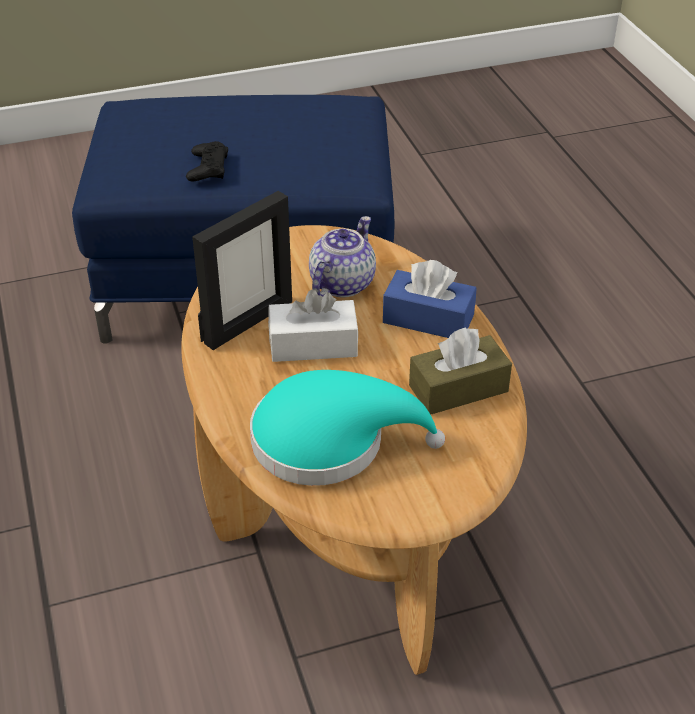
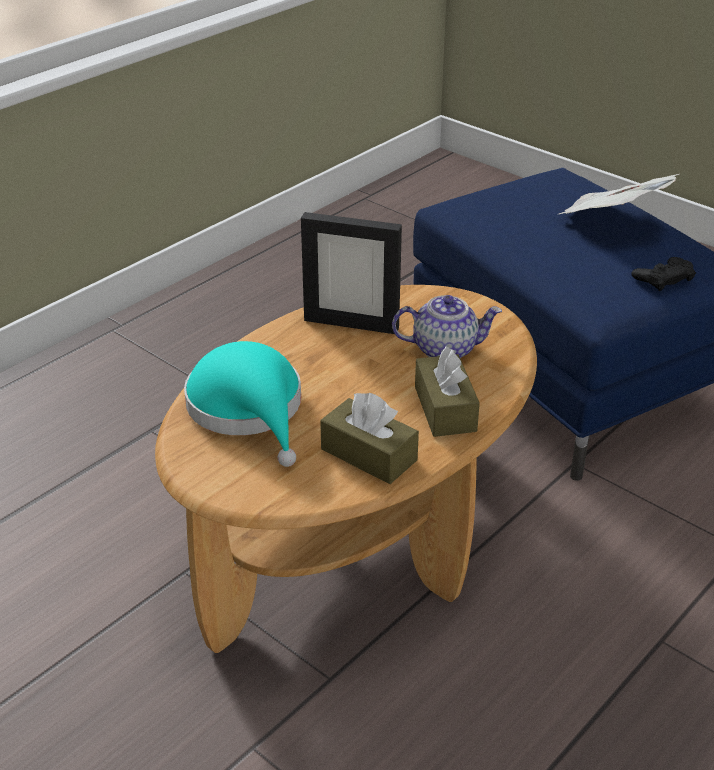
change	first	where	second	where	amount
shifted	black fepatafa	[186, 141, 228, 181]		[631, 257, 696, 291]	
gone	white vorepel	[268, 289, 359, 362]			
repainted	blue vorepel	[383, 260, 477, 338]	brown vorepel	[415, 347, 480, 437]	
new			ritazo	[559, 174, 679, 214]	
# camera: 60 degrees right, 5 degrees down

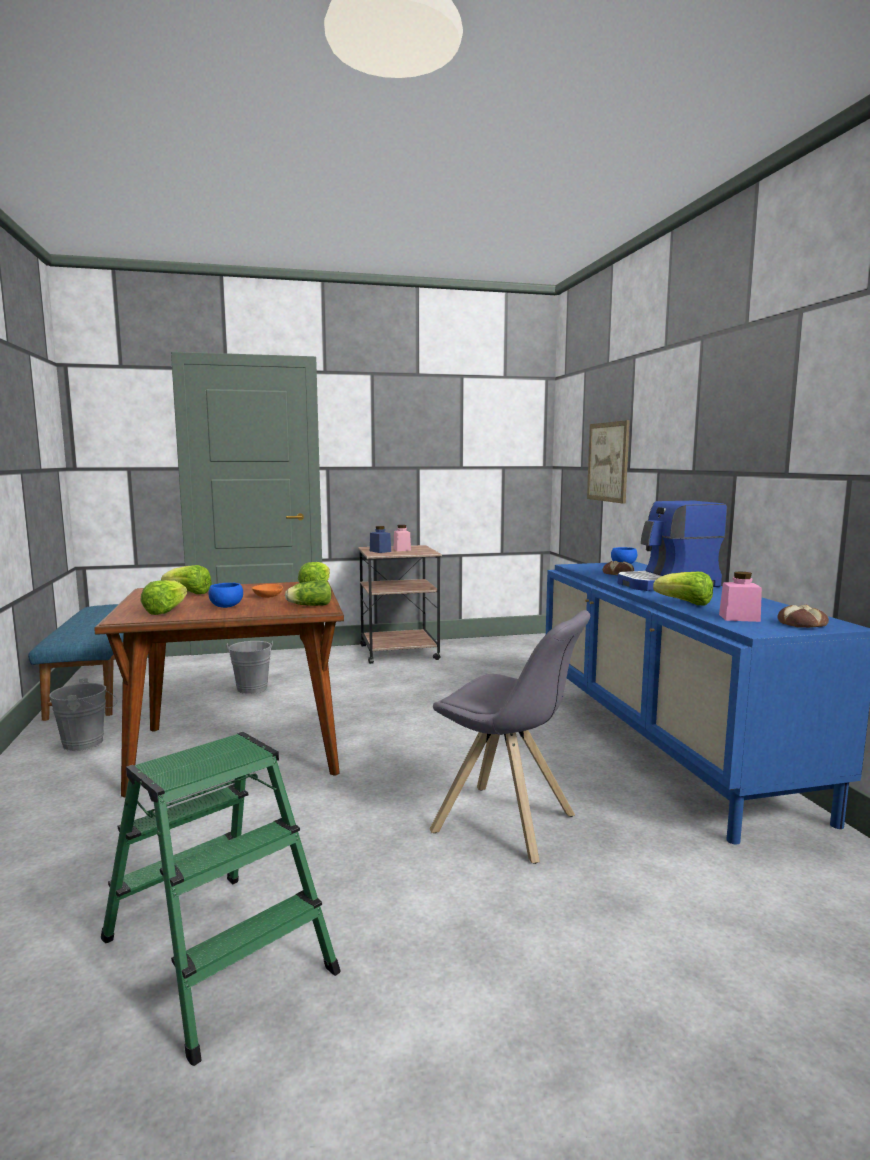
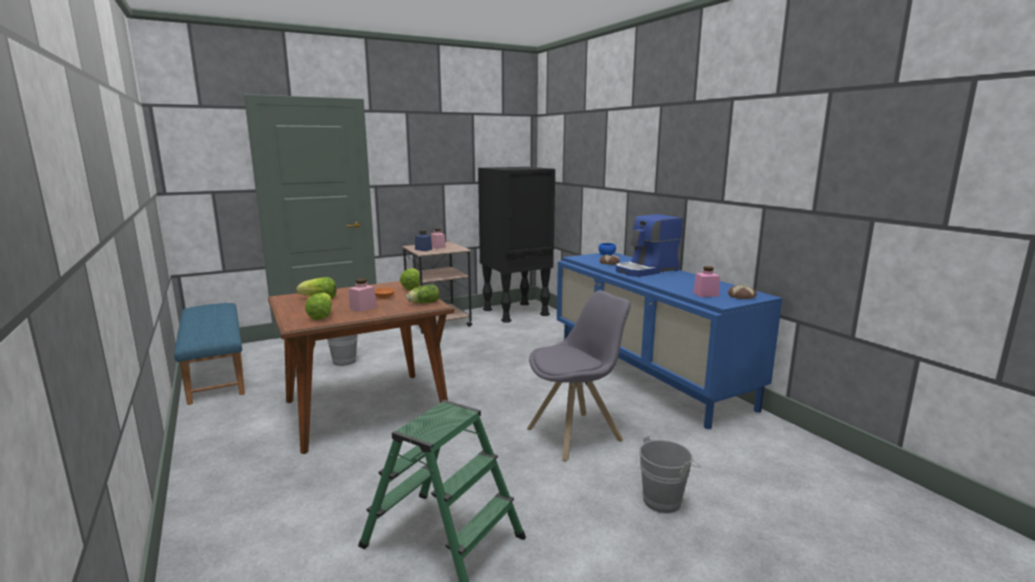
change	first	where	second	where	amount
shifted	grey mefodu	[49, 678, 117, 751]		[639, 436, 701, 514]	
swapped	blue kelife	[208, 583, 243, 608]	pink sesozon	[349, 279, 377, 312]	
rotated	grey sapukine	[430, 610, 590, 864]		[527, 290, 631, 461]	45 degrees counterclockwise
gone	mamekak	[587, 420, 630, 504]			
gone	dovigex	[653, 572, 713, 606]			
new			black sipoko	[478, 167, 555, 323]	
# camera: 15 degrees left, 5 degrees up

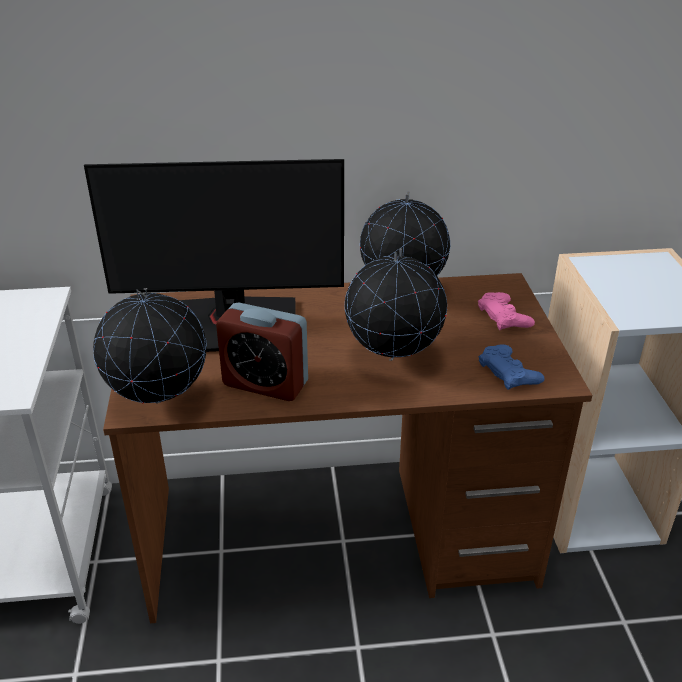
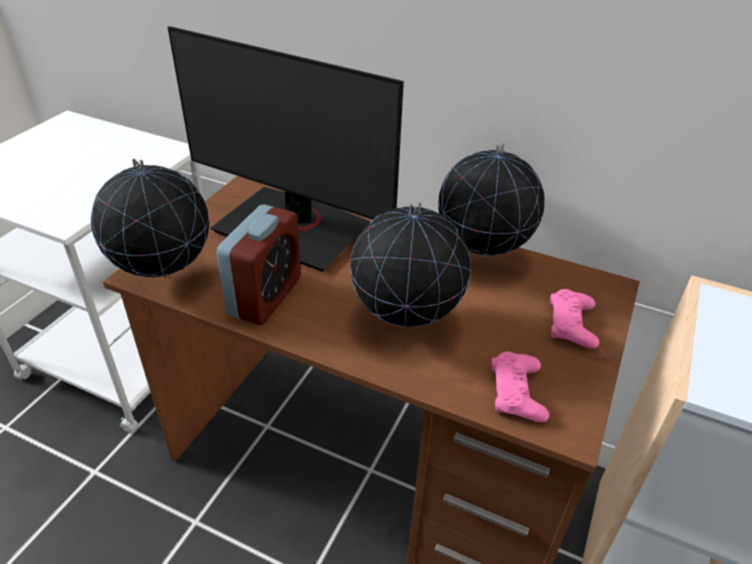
change	first	where	second	where	amount
rotated	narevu	[216, 302, 308, 401]		[216, 204, 301, 325]	120 degrees counterclockwise
repainted	blue fepatafa	[478, 345, 545, 390]	pink fepatafa	[491, 352, 550, 422]	
# camera: 30 degrees right, 5 degrees up

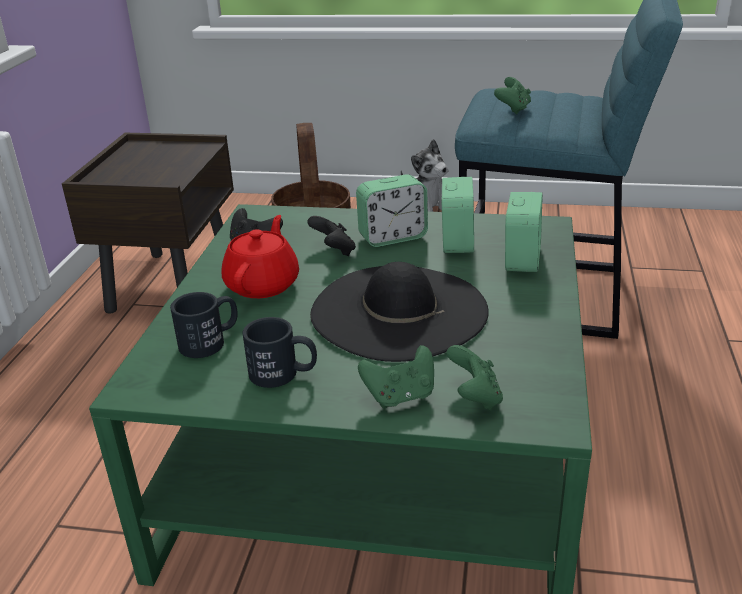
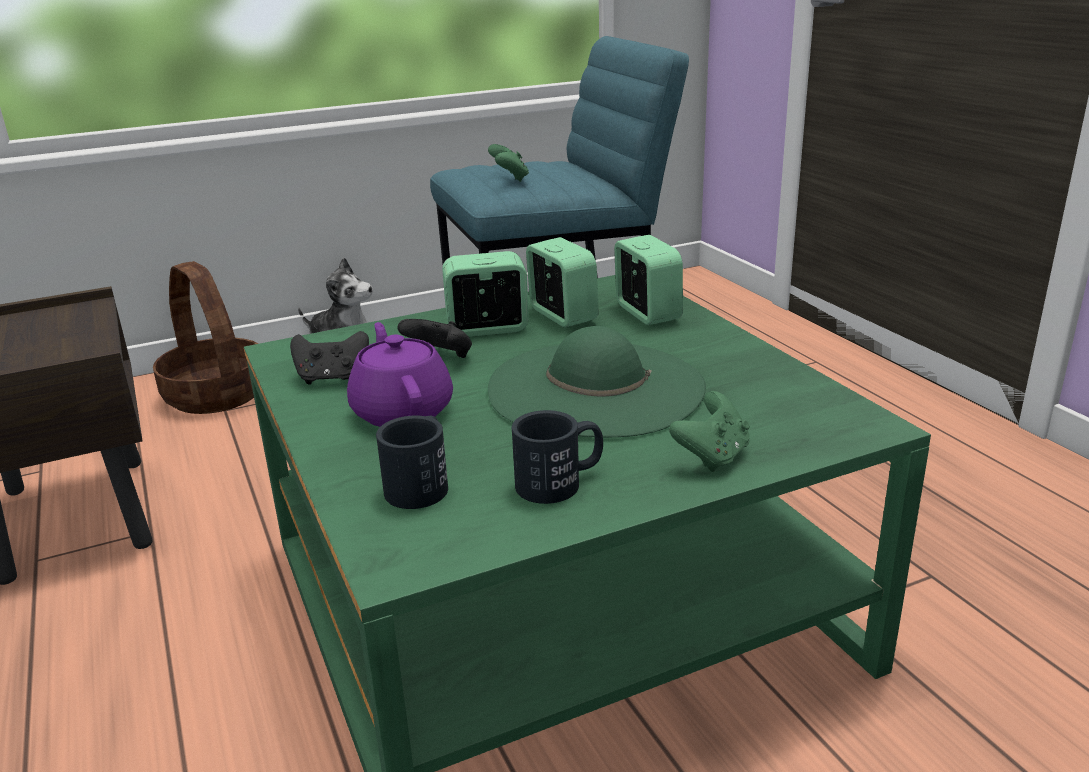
change	first	where	second	where	amount
repainted	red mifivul	[222, 215, 299, 298]	purple mifivul	[347, 322, 453, 427]	
repainted	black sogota	[310, 262, 489, 362]	green sogota	[488, 326, 706, 437]	
rotated	narevu	[356, 174, 428, 247]		[442, 251, 529, 337]	135 degrees counterclockwise
gone	green fepatafa	[447, 345, 503, 410]			
# camera: 35 degrees left, 5 degrees down

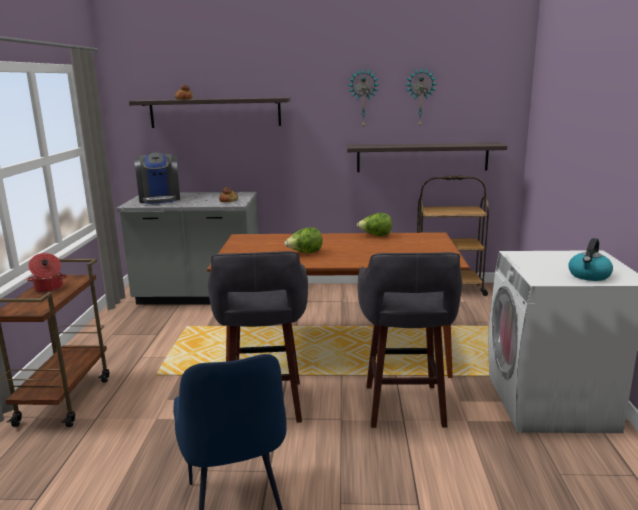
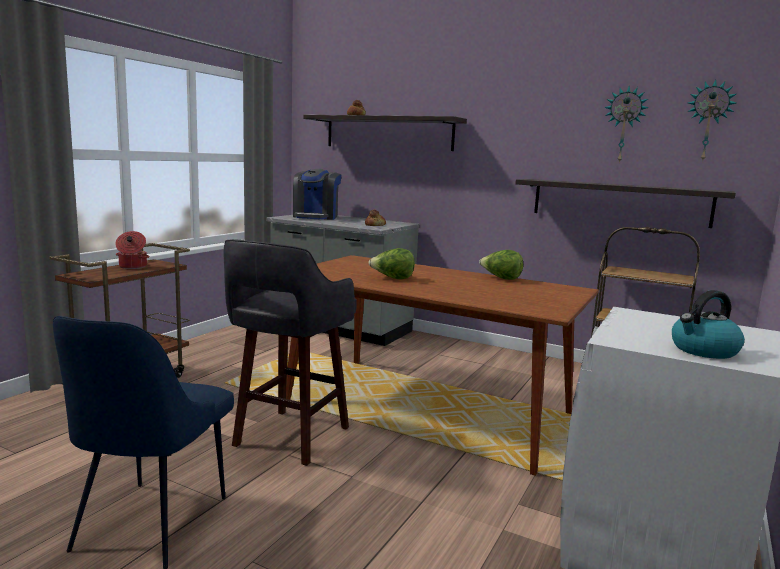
change	first	where	second	where	amount
shifted	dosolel	[347, 69, 379, 128]		[688, 80, 736, 162]	
gone	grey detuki	[358, 252, 462, 428]			
# camera: 25 degrees right, 5 degrees down

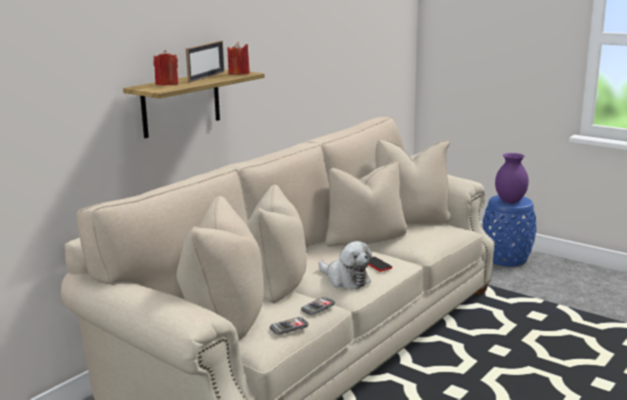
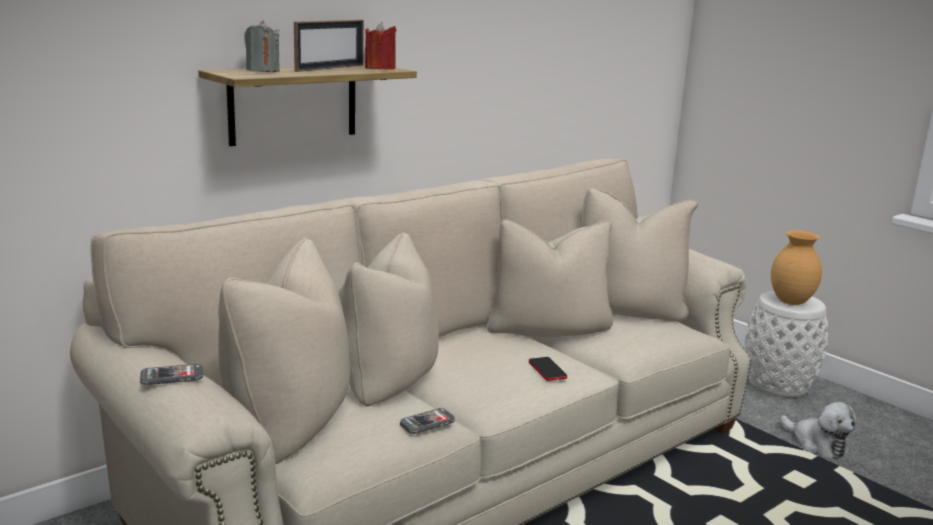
change	first	where	second	where	amount
repainted	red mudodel	[154, 50, 178, 86]	grey mudodel	[244, 20, 280, 72]	
shifted	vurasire	[270, 317, 309, 335]		[140, 364, 203, 385]	
shifted	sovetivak	[318, 241, 372, 289]		[780, 402, 857, 459]	
repainted	blue detuki	[482, 195, 536, 266]	white detuki	[745, 291, 828, 397]	
repainted	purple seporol	[495, 153, 529, 203]	brown seporol	[771, 230, 822, 305]	
# camera: 10 degrees right, 0 degrees up

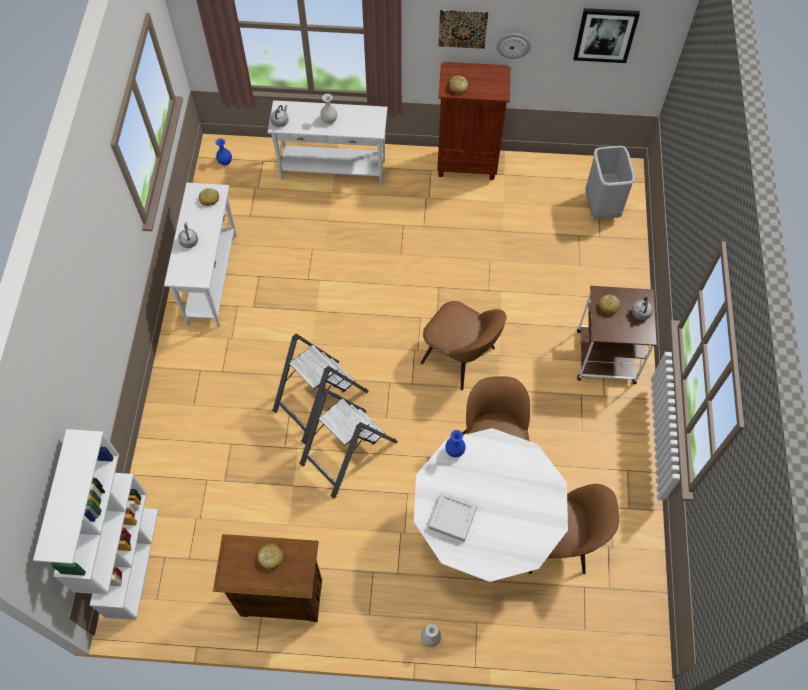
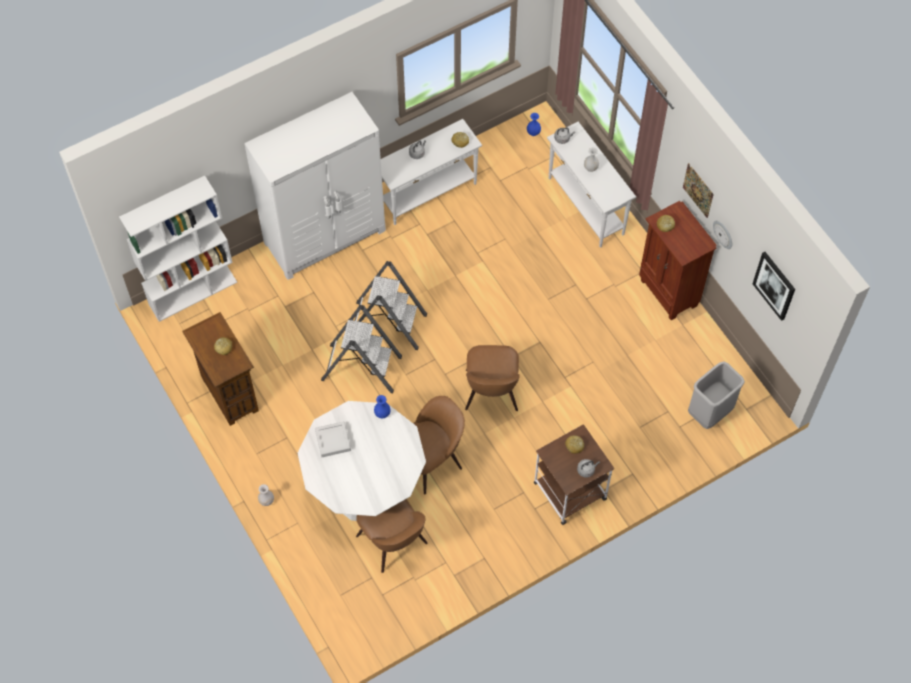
change	first	where	second	where	amount
new			white sipoko	[244, 92, 386, 280]	
# camera: 55 degrees right, 0 degrees up

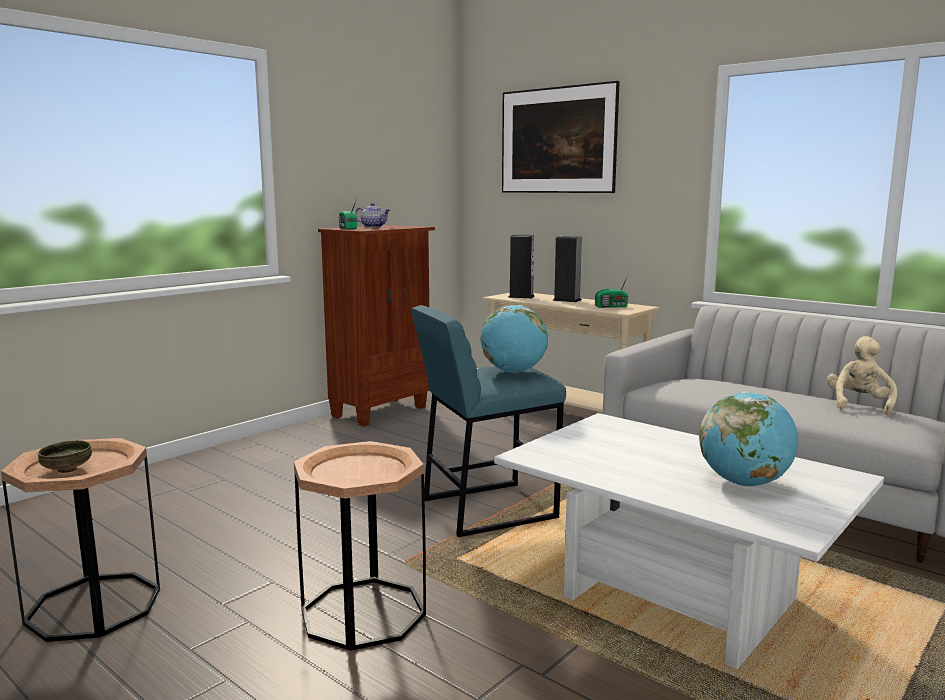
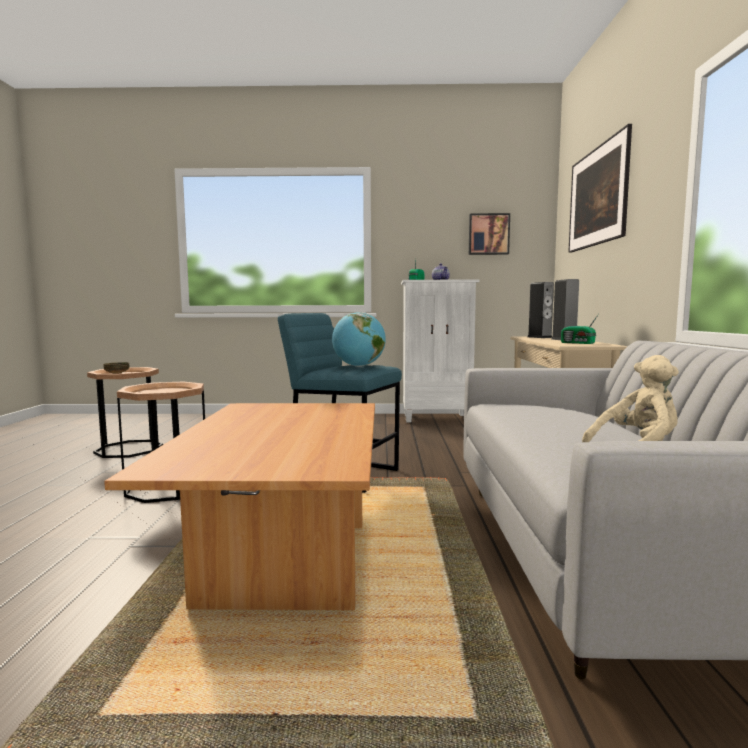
change	first	where	second	where	amount
repainted	brown sipoko	[318, 225, 435, 426]	white sipoko	[401, 279, 480, 423]	
repainted	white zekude	[494, 413, 884, 669]	brown zekude	[104, 403, 375, 610]	
gone	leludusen	[699, 392, 798, 487]			
new			mamekak	[469, 213, 510, 255]	
# camera: 50 degrees right, 5 degrees down

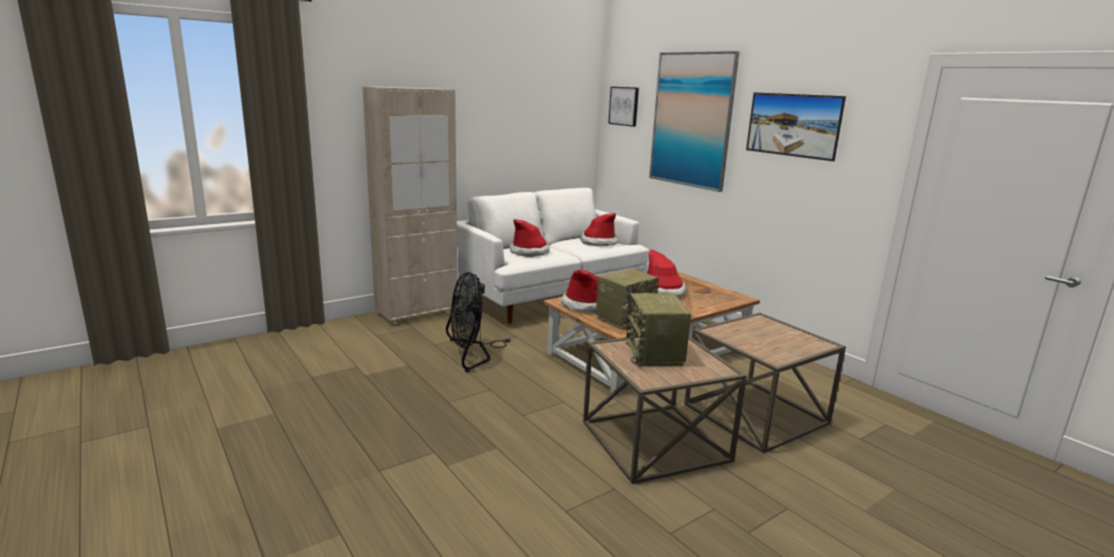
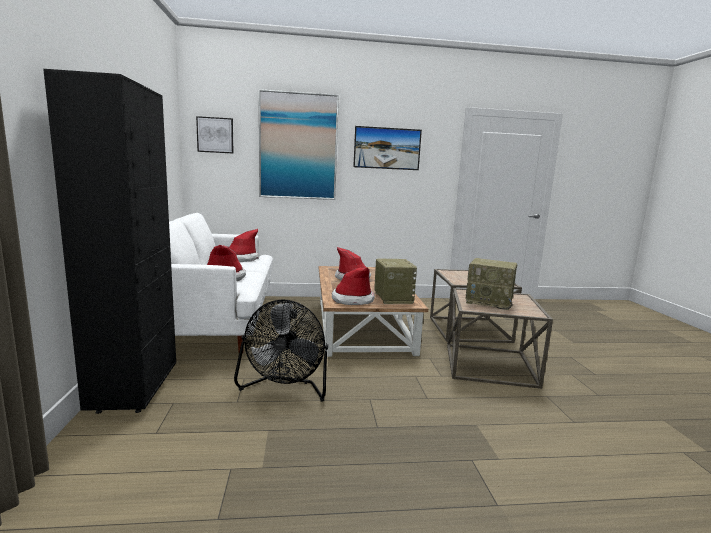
change	first	where	second	where	amount
repainted	beige sipoko	[362, 86, 458, 324]	black sipoko	[43, 69, 176, 414]	
# camera: 60 degrees left, 5 degrees down

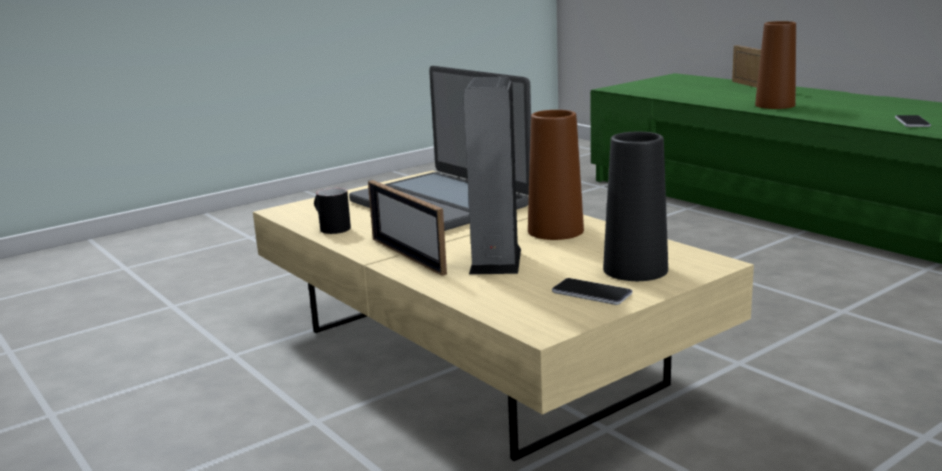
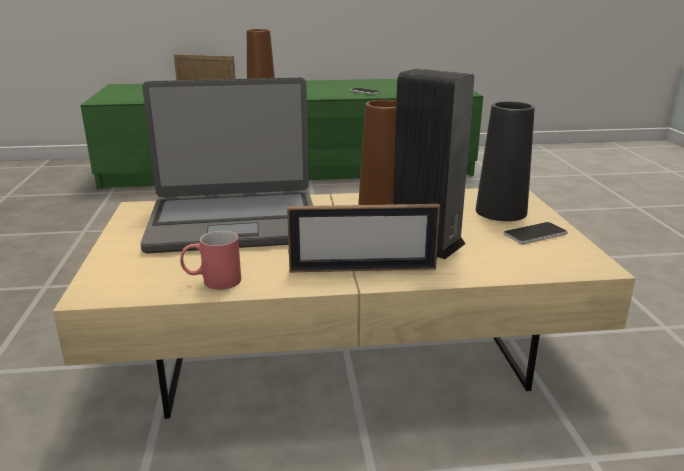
change	first	where	second	where	amount
repainted	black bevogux	[314, 188, 351, 234]	red bevogux	[180, 231, 241, 290]	
# camera: 60 degrees left, 5 degrees up

